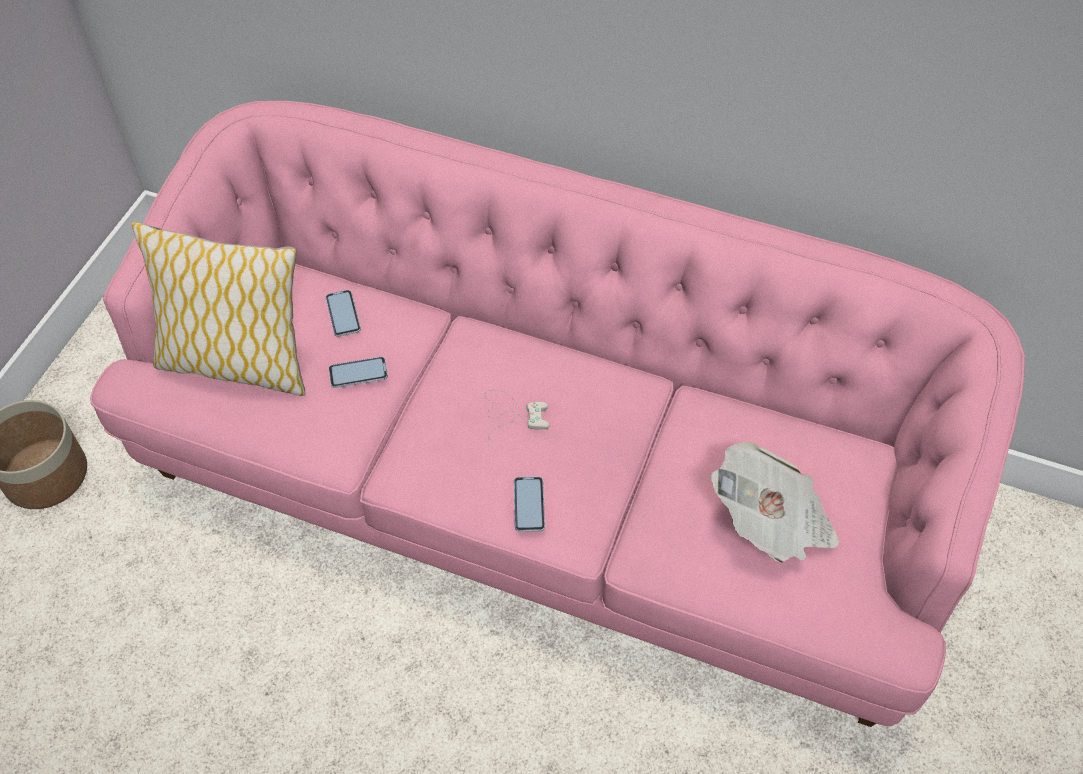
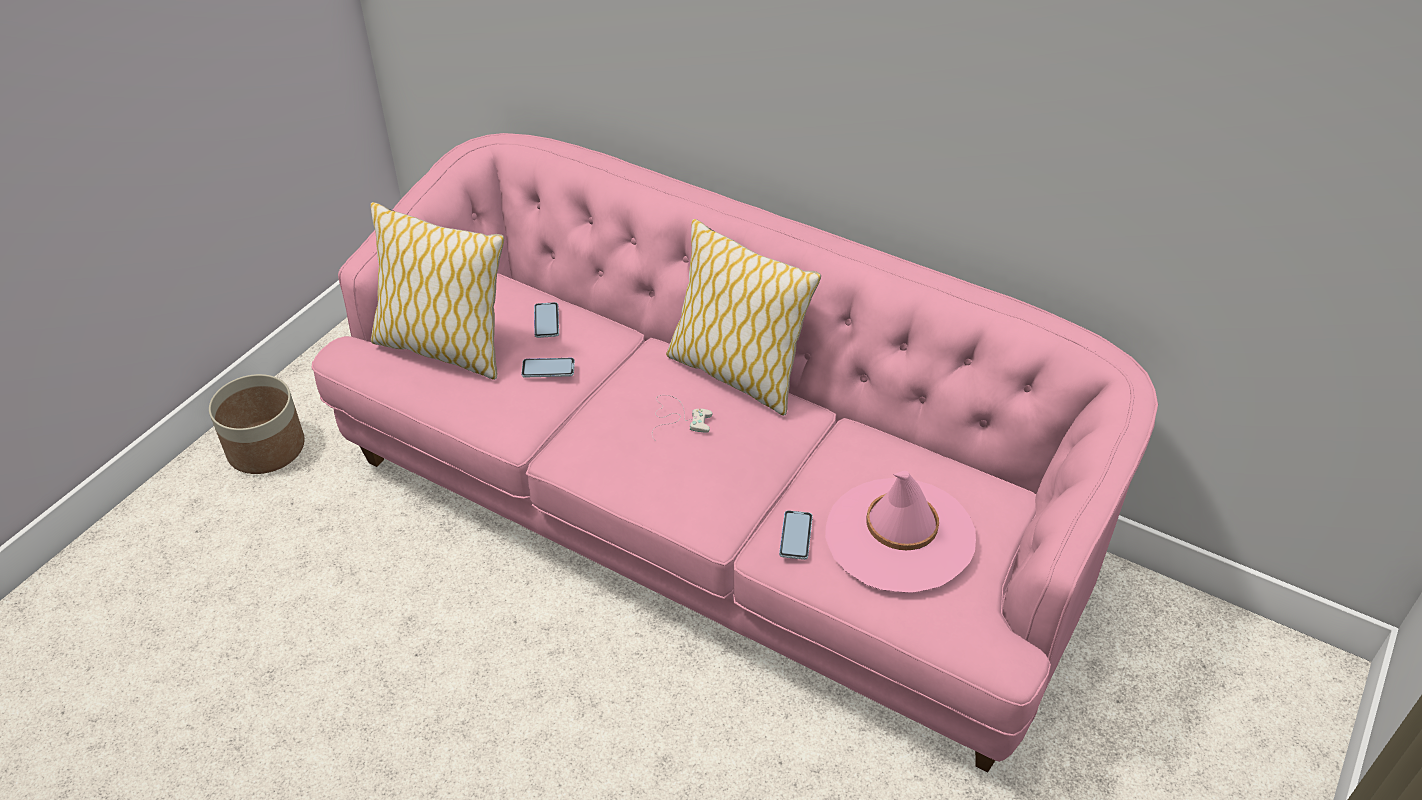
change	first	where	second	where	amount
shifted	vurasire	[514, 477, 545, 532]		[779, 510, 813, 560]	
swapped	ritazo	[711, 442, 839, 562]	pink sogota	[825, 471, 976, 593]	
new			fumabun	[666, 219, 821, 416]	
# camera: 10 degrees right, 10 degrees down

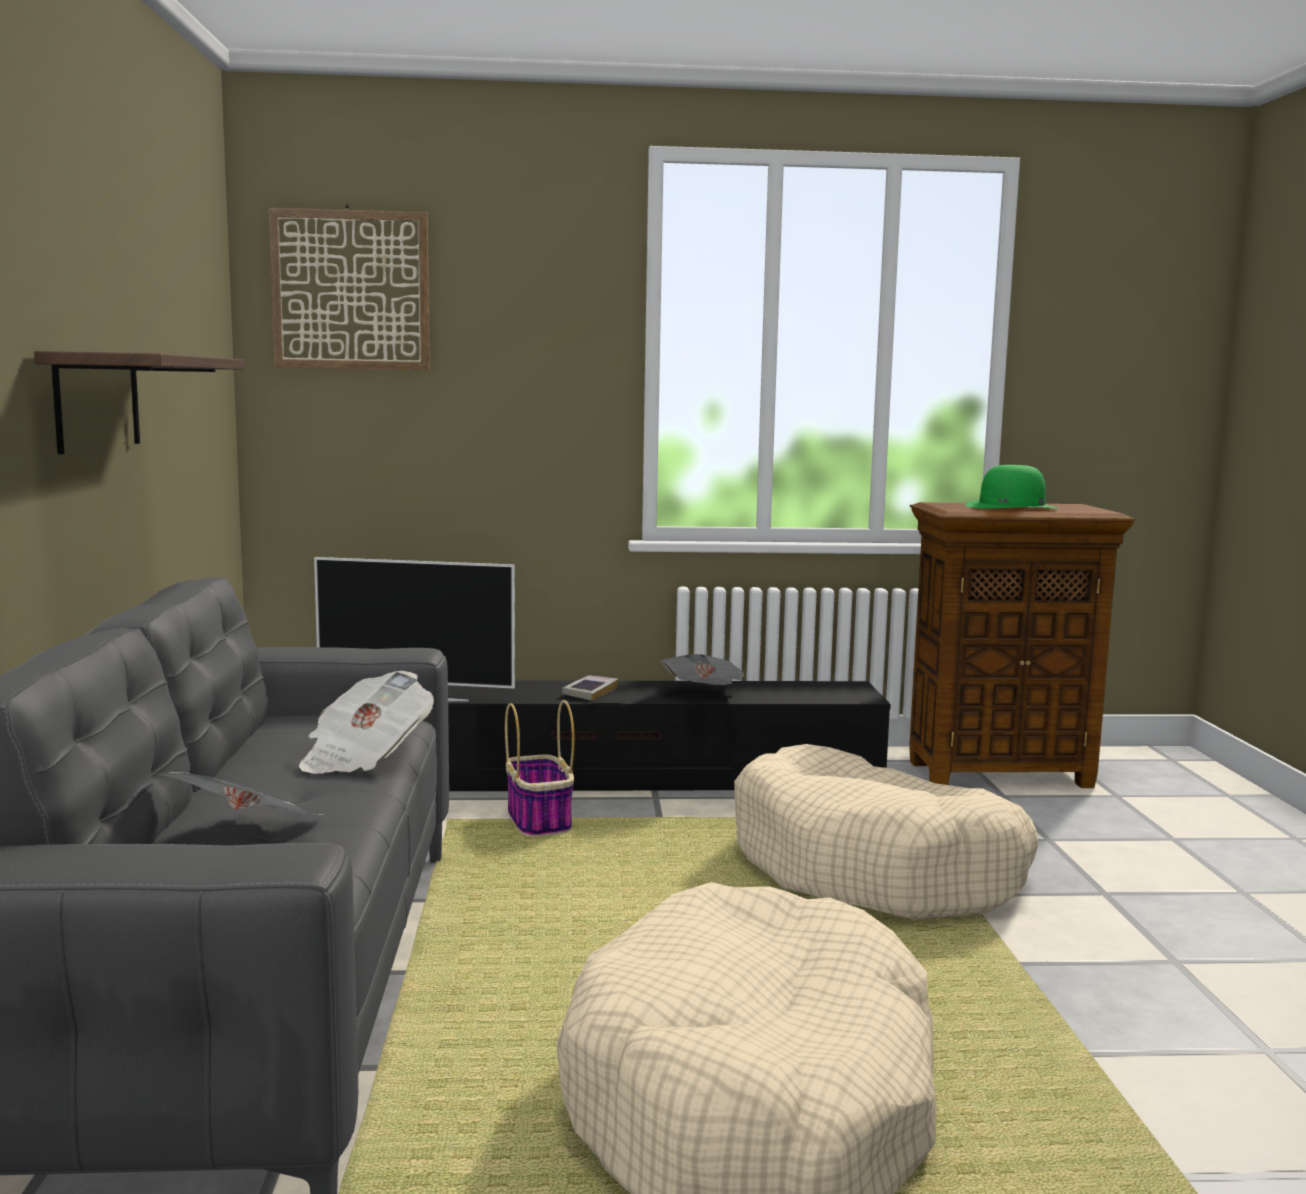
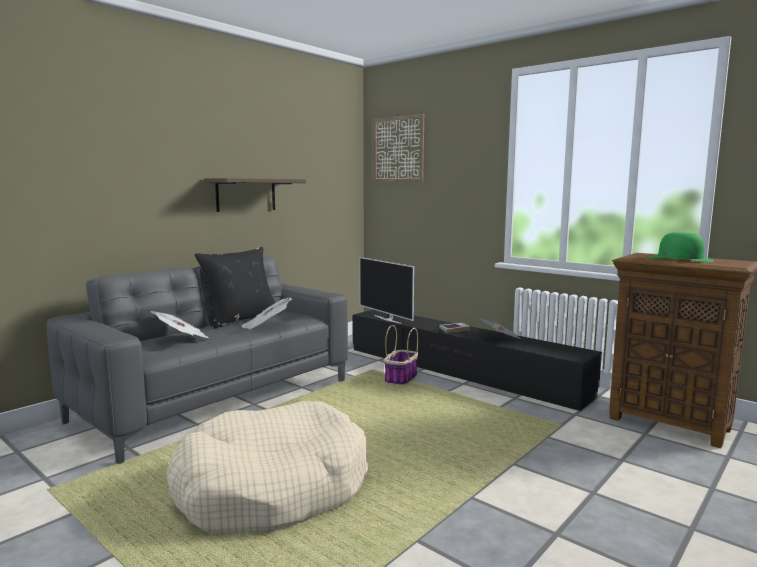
change	first	where	second	where	amount
gone	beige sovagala	[734, 744, 1038, 919]			
new			black fumabun	[195, 247, 281, 329]	
# camera: 45 degrees right, 0 degrees up

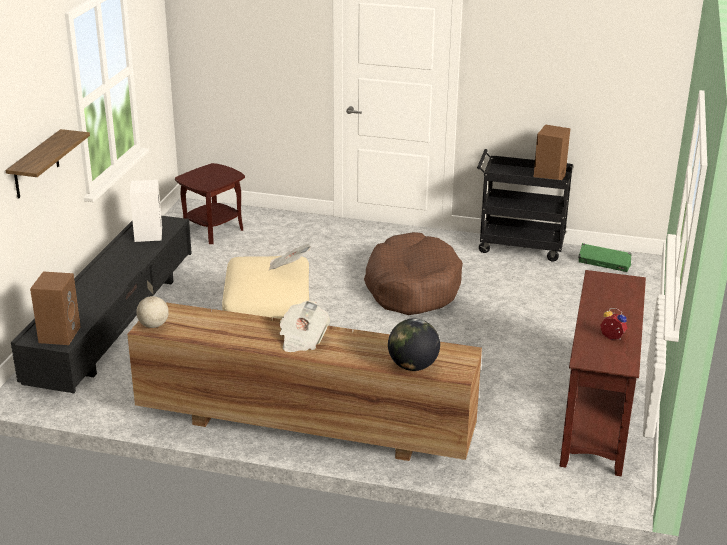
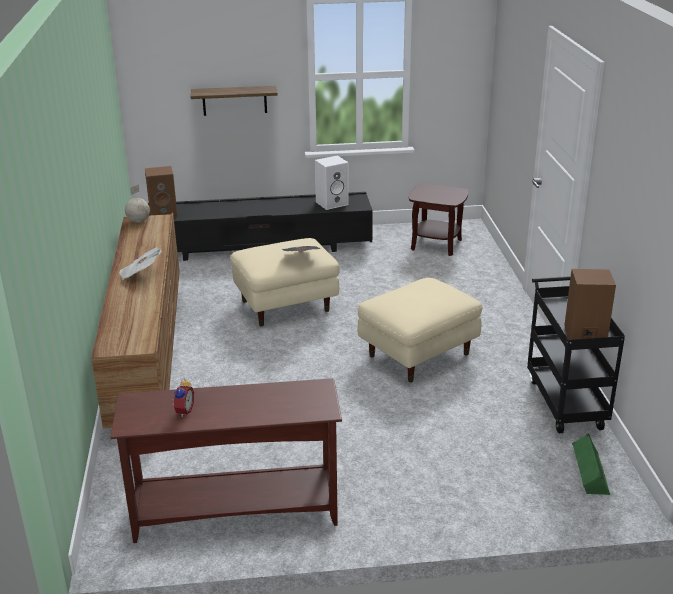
change	first	where	second	where	amount
swapped	brown sovagala	[364, 232, 463, 315]	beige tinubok	[357, 278, 483, 382]	
gone	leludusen	[388, 318, 440, 371]			
# camera: 70 degrees right, 0 degrees up

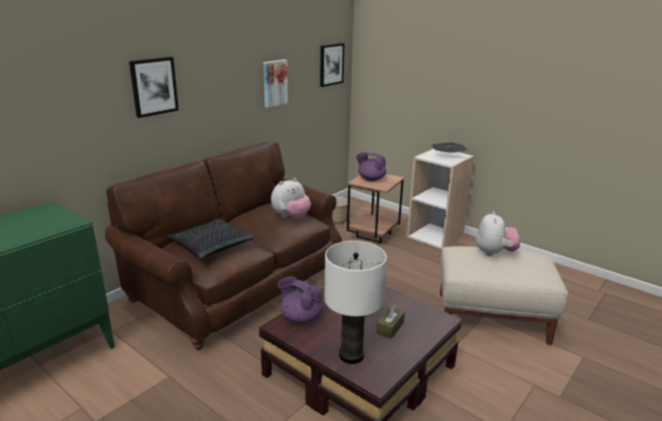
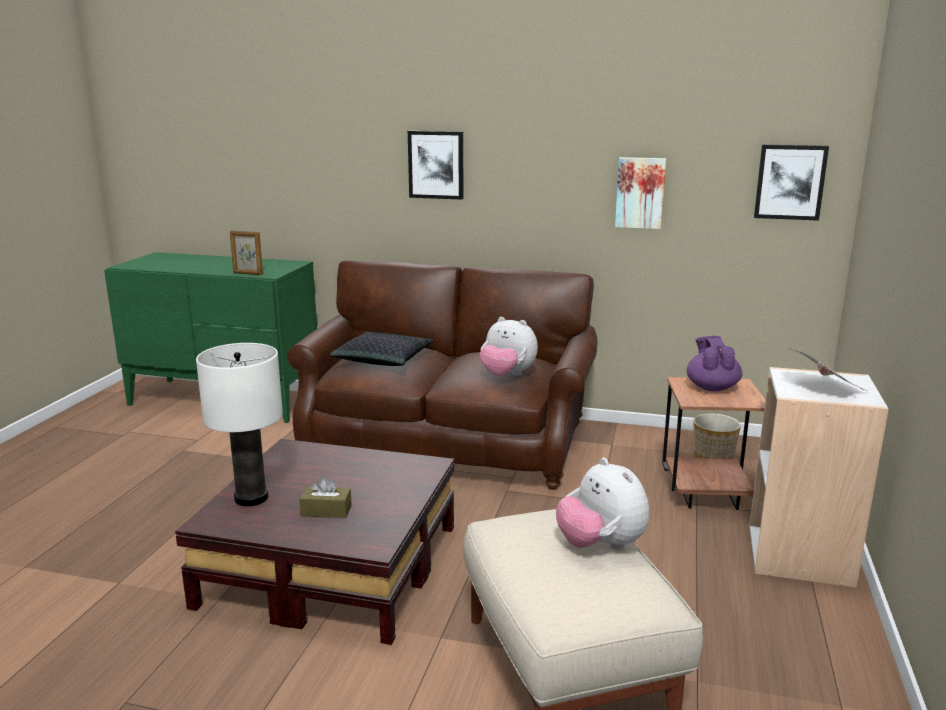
change	first	where	second	where	amount
gone	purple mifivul	[278, 276, 323, 323]			
rotated	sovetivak	[476, 211, 520, 256]		[556, 458, 649, 550]	75 degrees clockwise
new			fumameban	[230, 231, 263, 275]	
# camera: 65 degrees right, 5 degrees down

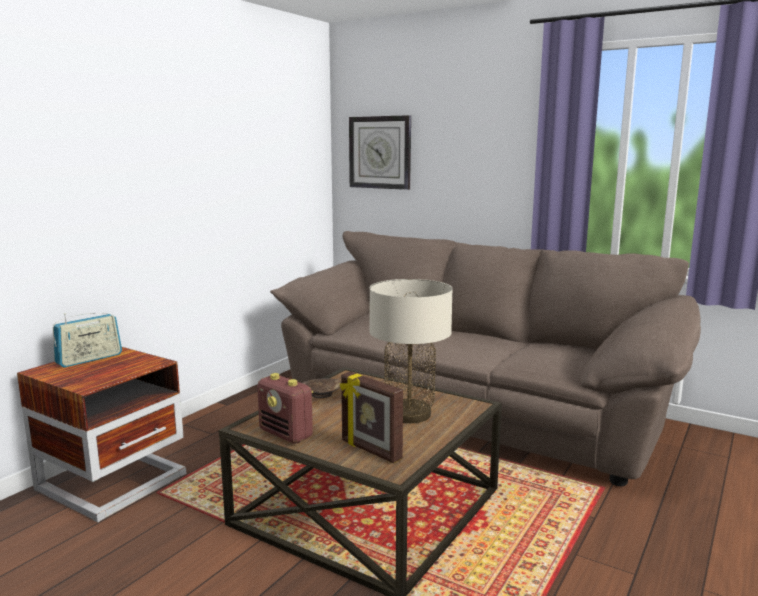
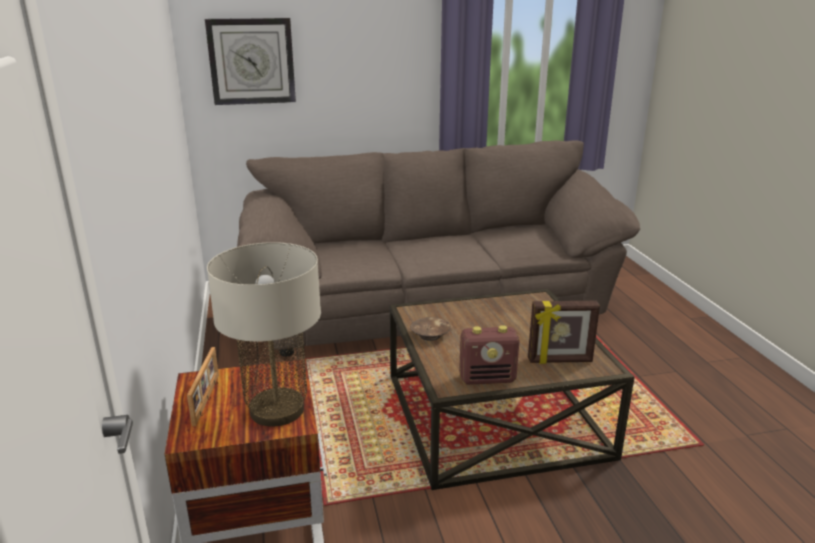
change	first	where	second	where	amount
swapped	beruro	[53, 313, 122, 367]	fumameban	[187, 347, 219, 426]	
shifted	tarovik	[369, 279, 453, 423]		[207, 242, 321, 427]	
# camera: 45 degrees left, 10 degrees up

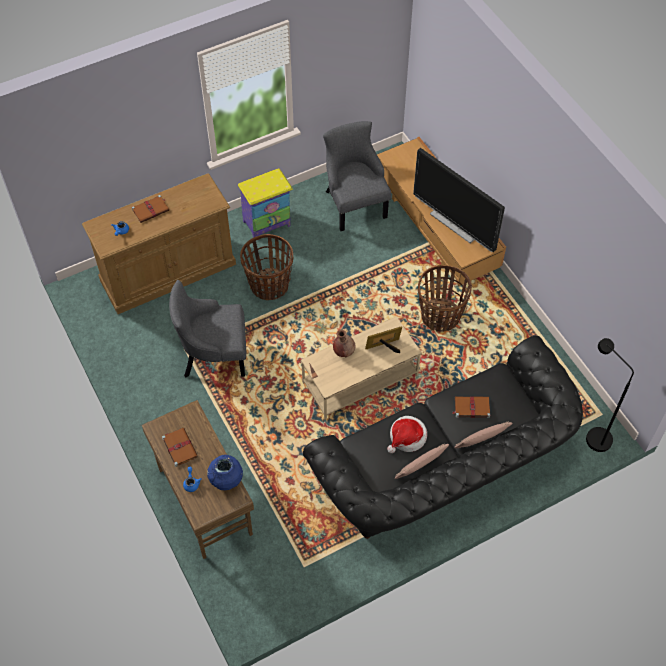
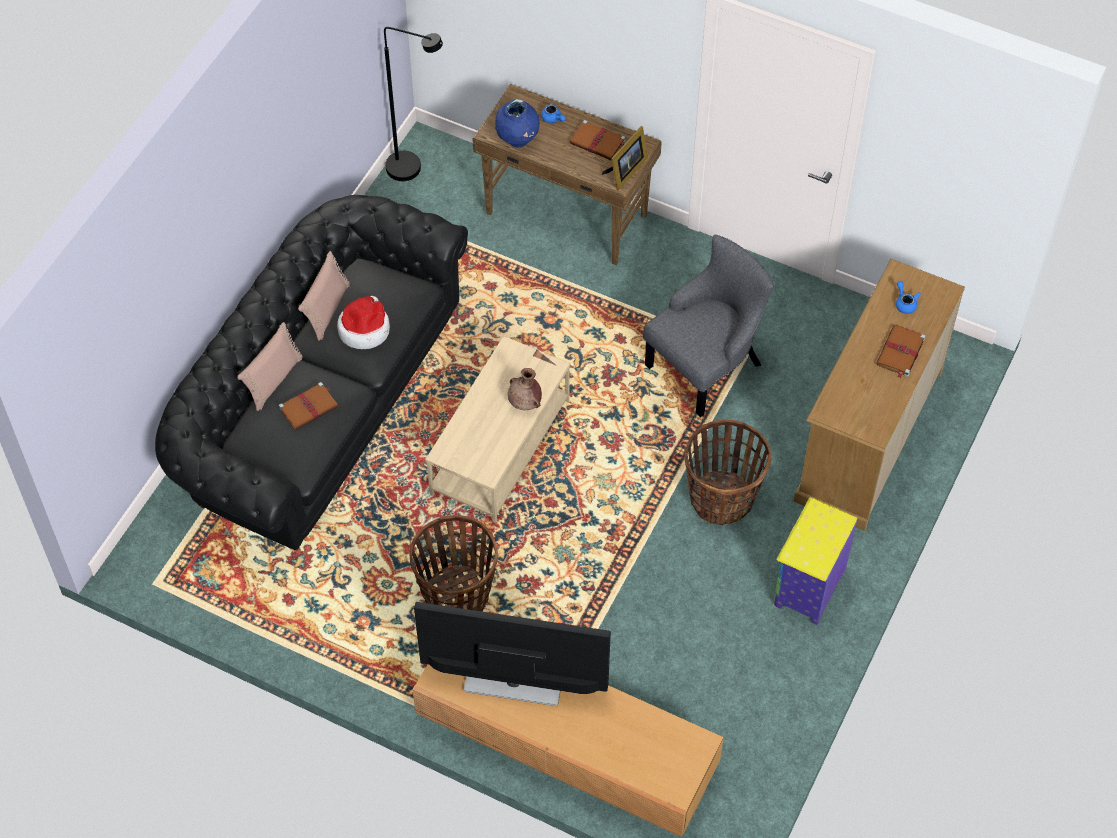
change	first	where	second	where	amount
gone	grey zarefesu	[323, 121, 391, 231]			
shifted	fumameban	[365, 326, 402, 353]		[602, 126, 648, 191]	
shifted	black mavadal	[586, 338, 634, 452]		[384, 27, 443, 181]	
# camera: 145 degrees right, 0 degrees up

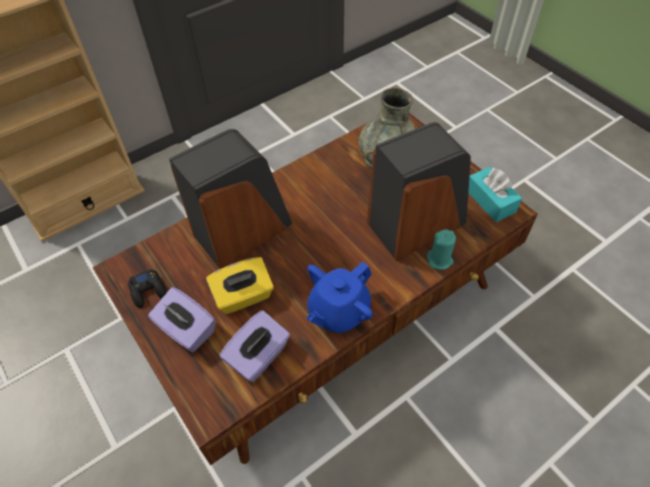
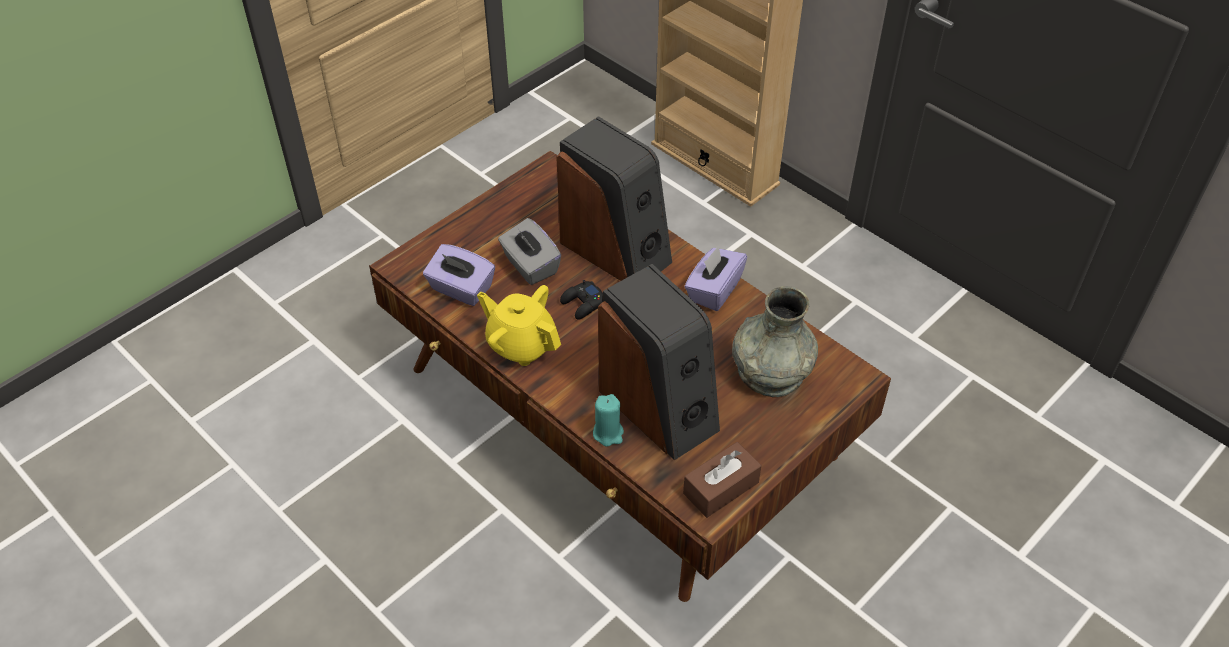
change	first	where	second	where	amount
shifted	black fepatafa	[128, 269, 166, 308]		[560, 280, 603, 320]	
shifted	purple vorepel	[148, 287, 215, 353]		[685, 245, 747, 311]	
repainted	yellow vorepel	[206, 257, 274, 314]	grey vorepel	[498, 218, 561, 285]	
repainted	blue mifivul	[306, 262, 373, 333]	yellow mifivul	[477, 285, 561, 366]	
repainted	turquoise vorepel	[468, 167, 522, 222]	brown vorepel	[683, 442, 762, 518]	
# camera: 80 degrees right, 5 degrees down

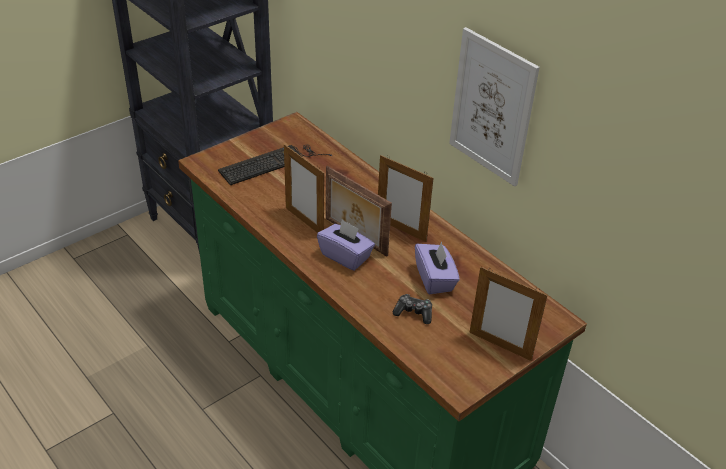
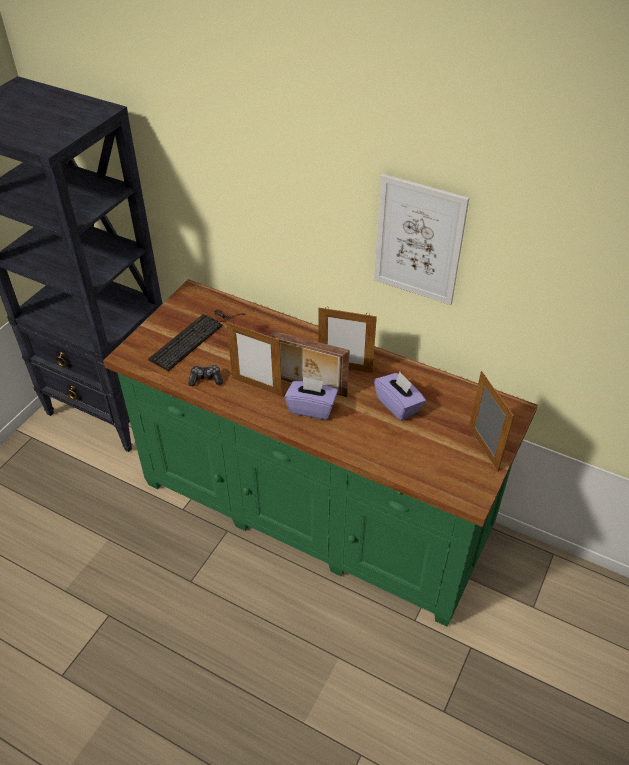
change	first	where	second	where	amount
shifted	fepatafa	[393, 294, 432, 324]		[189, 365, 223, 386]	
rotated	fumameban	[469, 267, 548, 361]		[469, 371, 514, 471]	120 degrees counterclockwise
# camera: 20 degrees left, 5 degrees up

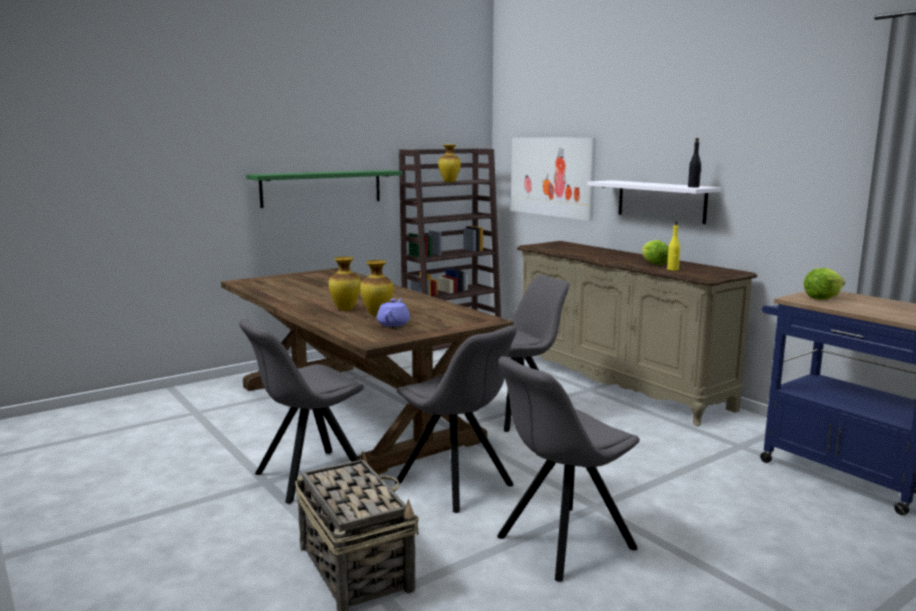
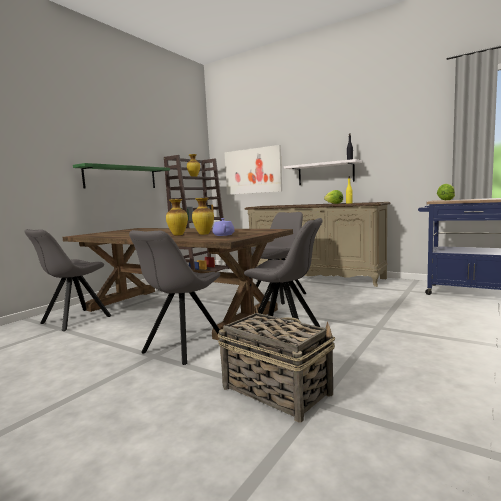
change	first	where	second	where	amount
shifted	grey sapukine	[497, 356, 640, 582]		[24, 229, 111, 331]	
# camera: 20 degrees left, 5 degrees down

